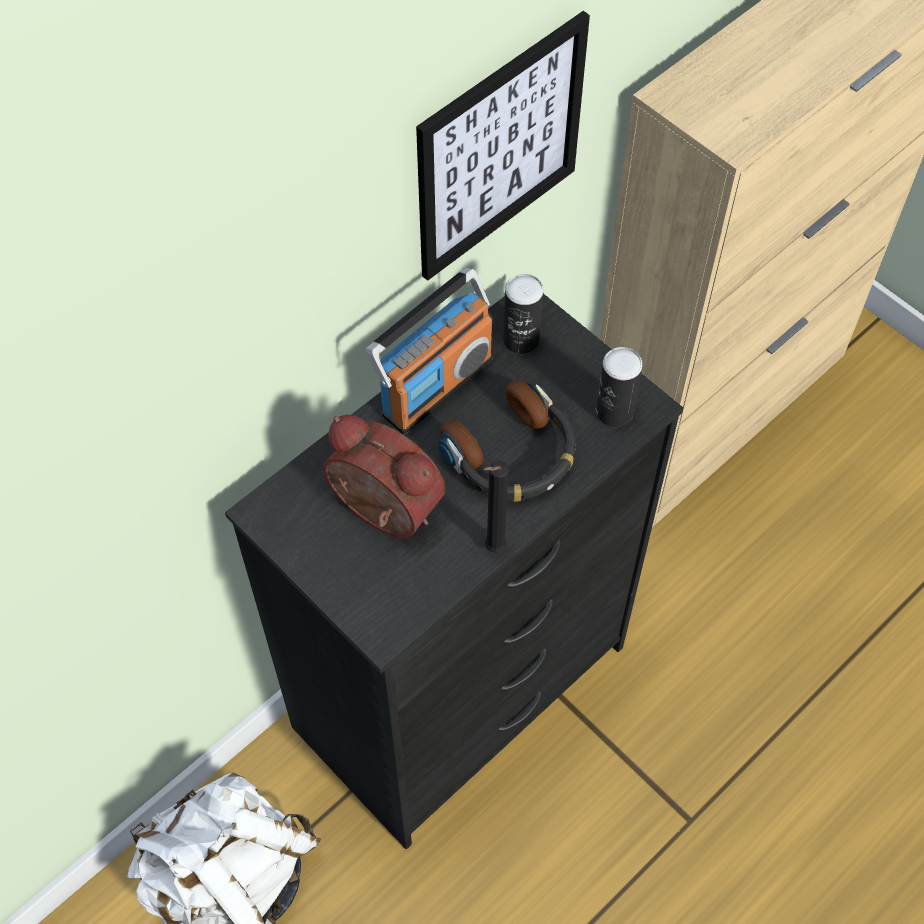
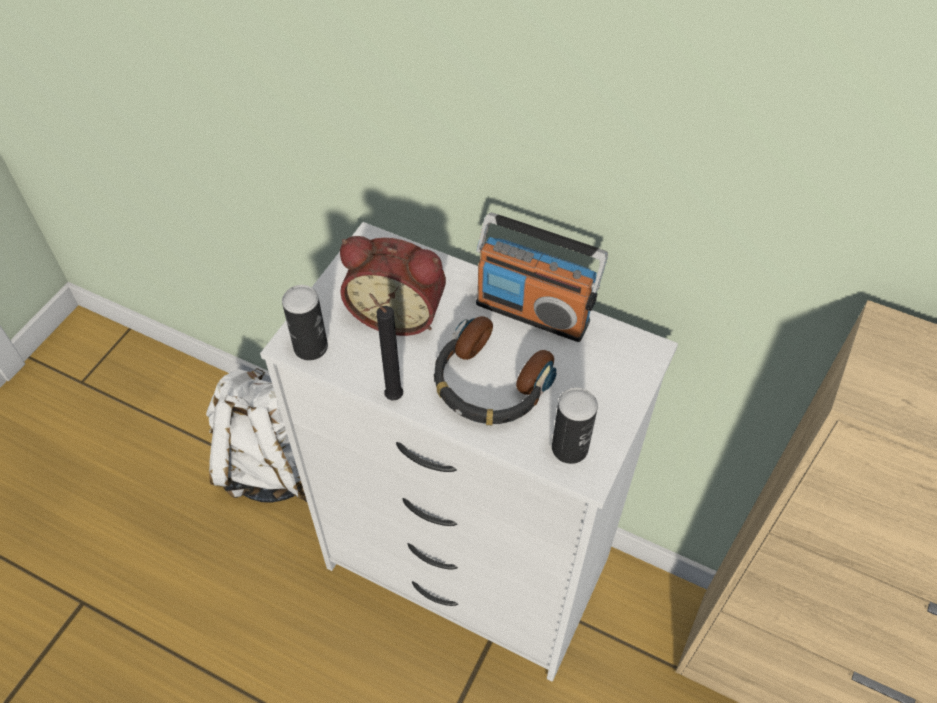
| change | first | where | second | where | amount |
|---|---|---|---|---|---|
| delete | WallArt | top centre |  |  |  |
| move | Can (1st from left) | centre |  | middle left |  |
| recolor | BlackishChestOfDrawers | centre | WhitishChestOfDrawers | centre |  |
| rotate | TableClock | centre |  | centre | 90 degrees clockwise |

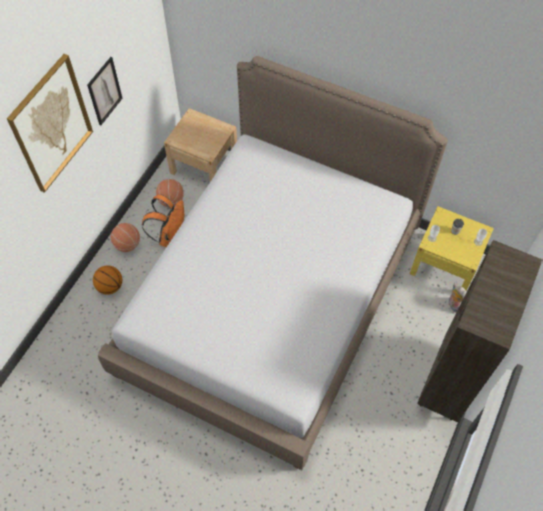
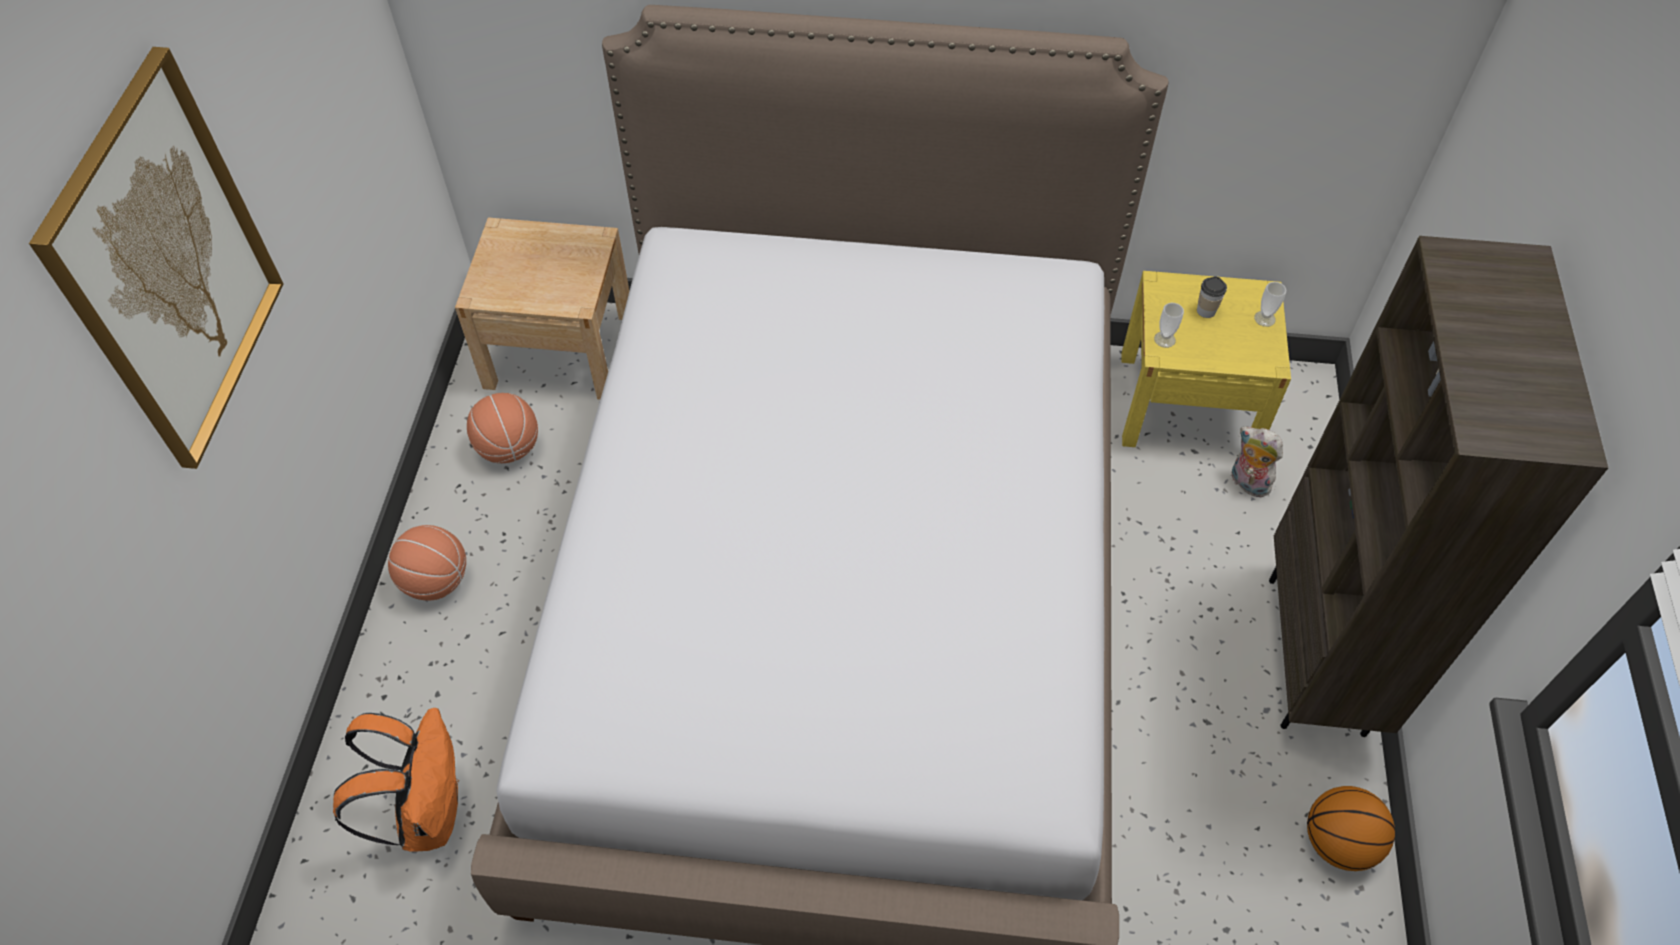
| change | first | where | second | where | amount |
|---|---|---|---|---|---|
| delete | WallArt (2nd from left) | top left |  |  |  |
| move | OrangeColouredRucksack | middle left |  | bottom left |  |
| move | BallForBasketball (1st from left in the first image) | middle left | BallForBasketball (3rd from left) | bottom right |  |

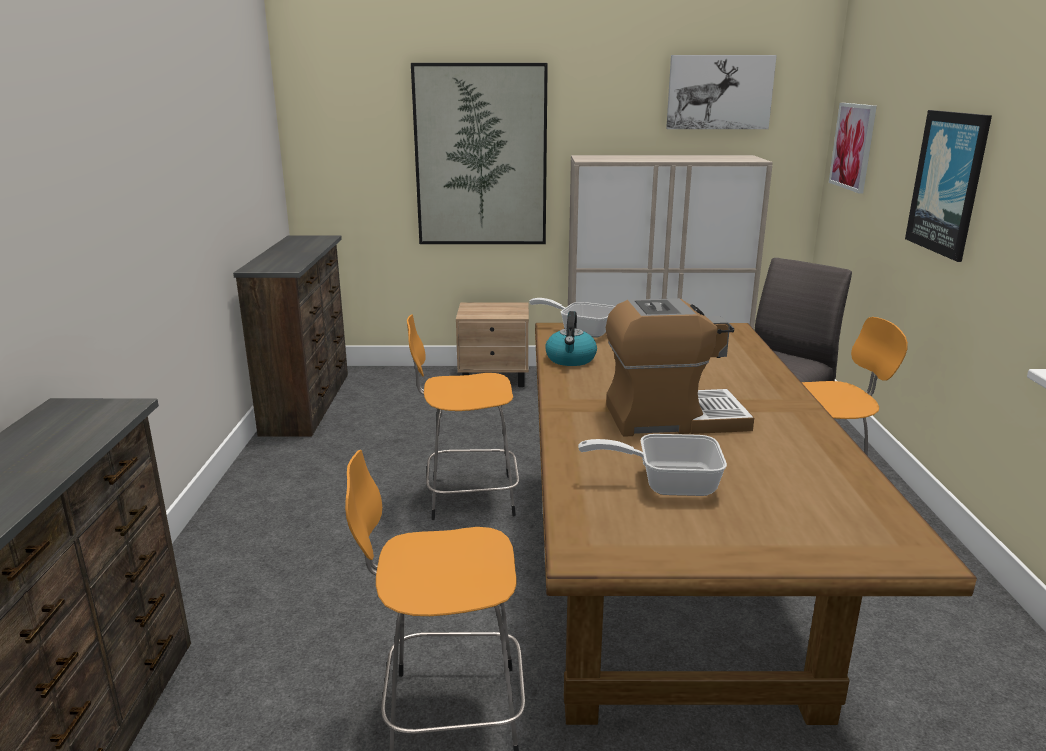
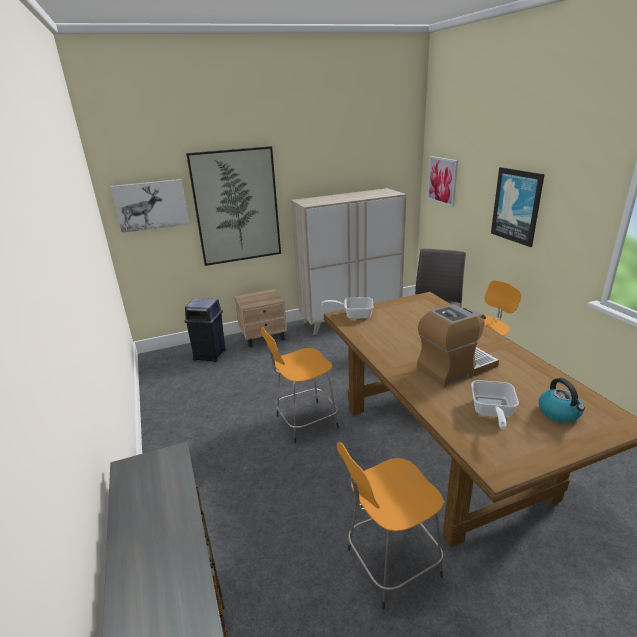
| change | first | where | second | where | amount |
|---|---|---|---|---|---|
| move | WallArt (2nd from left in the first image) | top right | WallArt (1st from left) | top left |  |
| delete | BrownChestOfDrawers (2nd from left) | middle left |  |  |  |
| move | Kettle | centre |  | middle right |  |
| rotate | FryingPan (2nd from left) | centre |  | middle right | 60 degrees counterclockwise |
| insert |  |  | BlueColouredWasteBin | middle left |  |

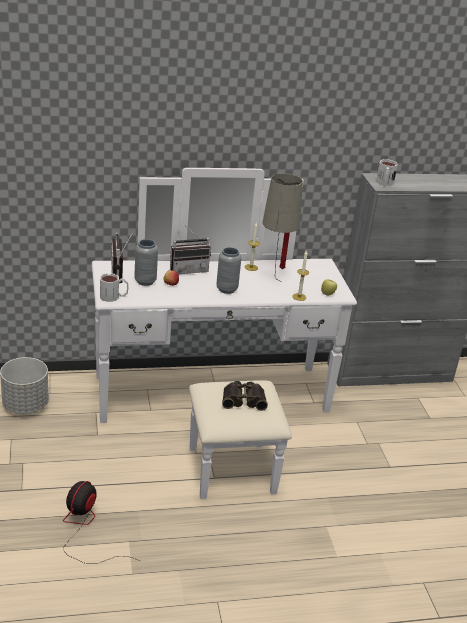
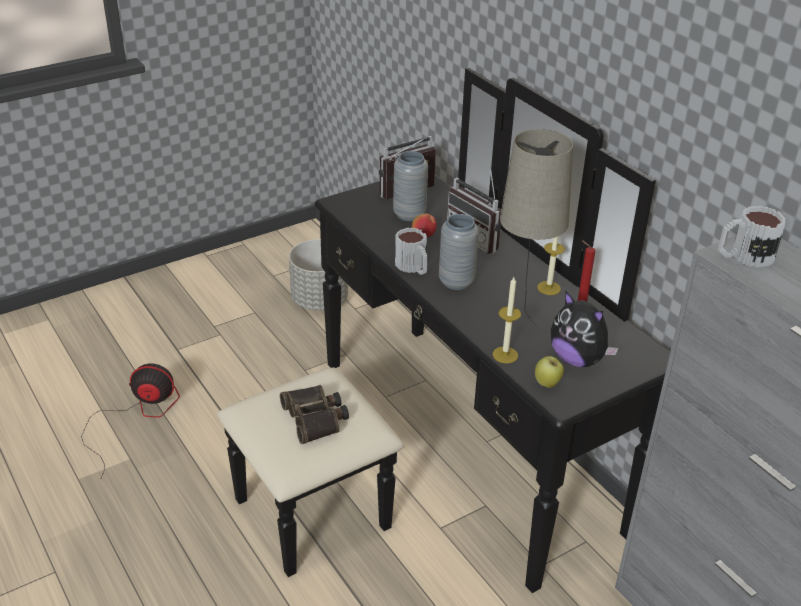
| change | first | where | second | where | amount |
|---|---|---|---|---|---|
| recolor | WhitishChestOfDrawers | centre | BlackishChestOfDrawers | centre |  |
| move | CoffeeMug (1st from left) | middle left |  | centre |  |
| insert |  |  | CuddlyToy | middle right |  |

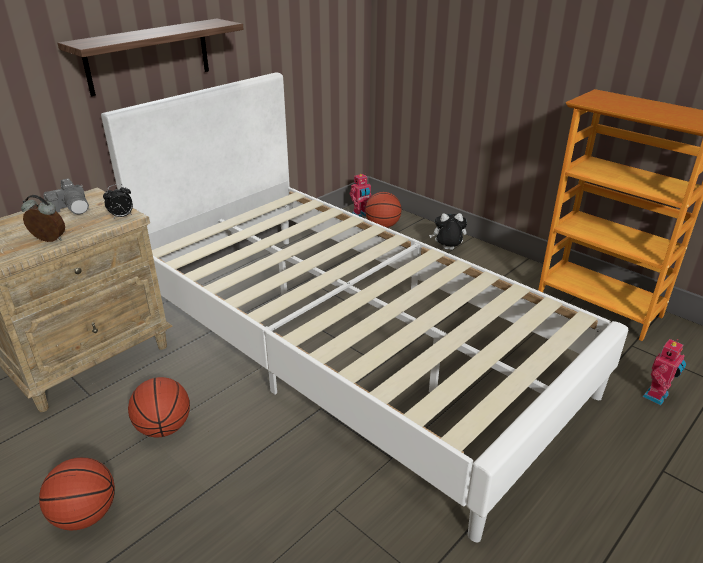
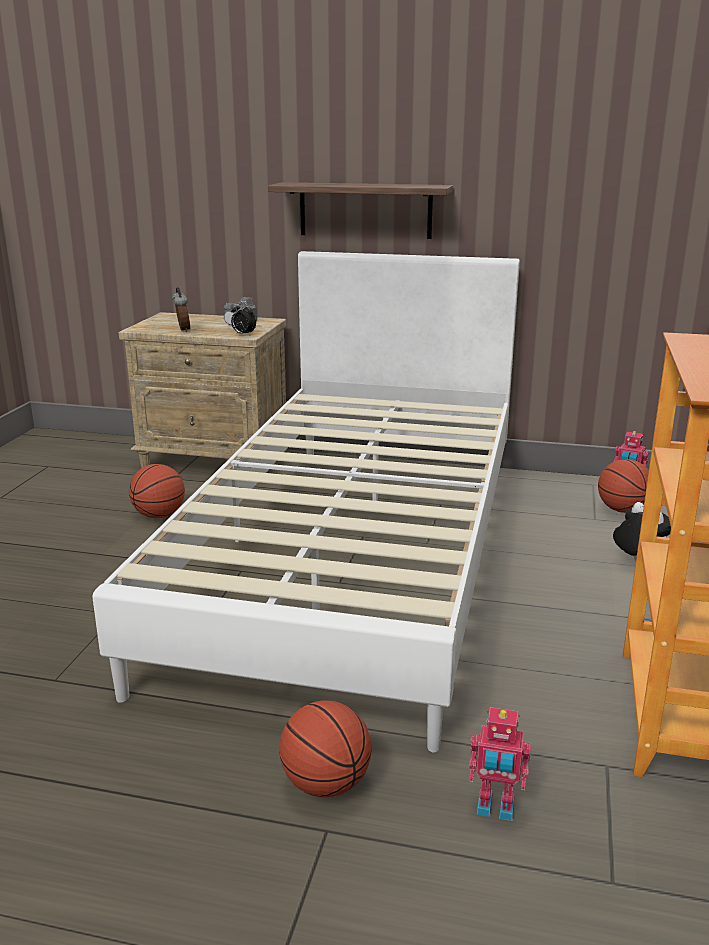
| change | first | where | second | where | amount |
|---|---|---|---|---|---|
| move | BallForBasketball (1st from left in the first image) | bottom left | BallForBasketball (2nd from left) | bottom centre |  |

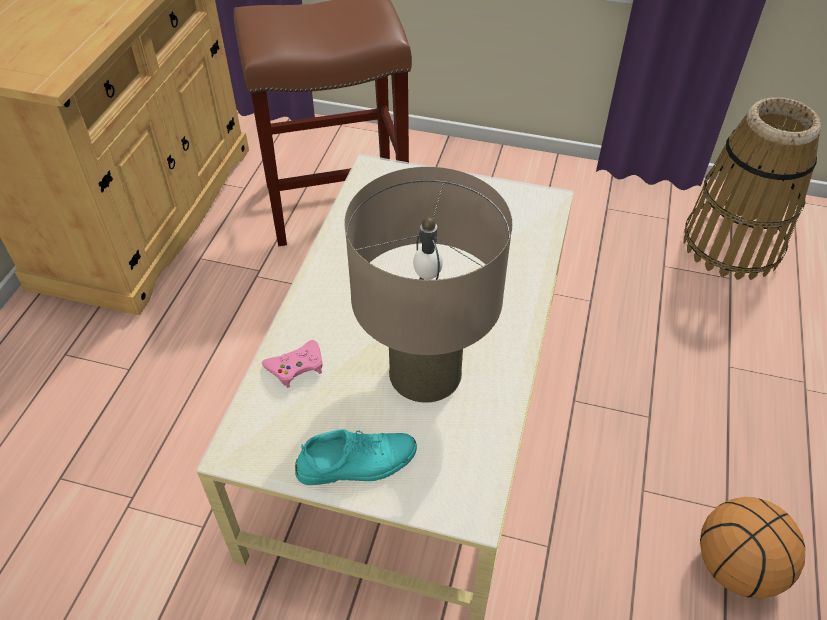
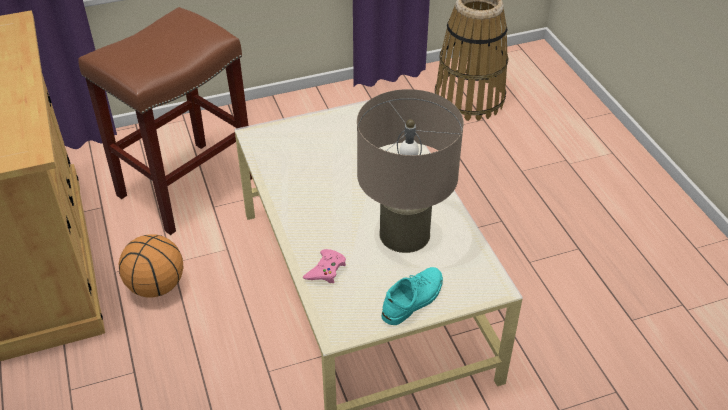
| change | first | where | second | where | amount |
|---|---|---|---|---|---|
| move | BallForBasketball | bottom right |  | middle left |  |

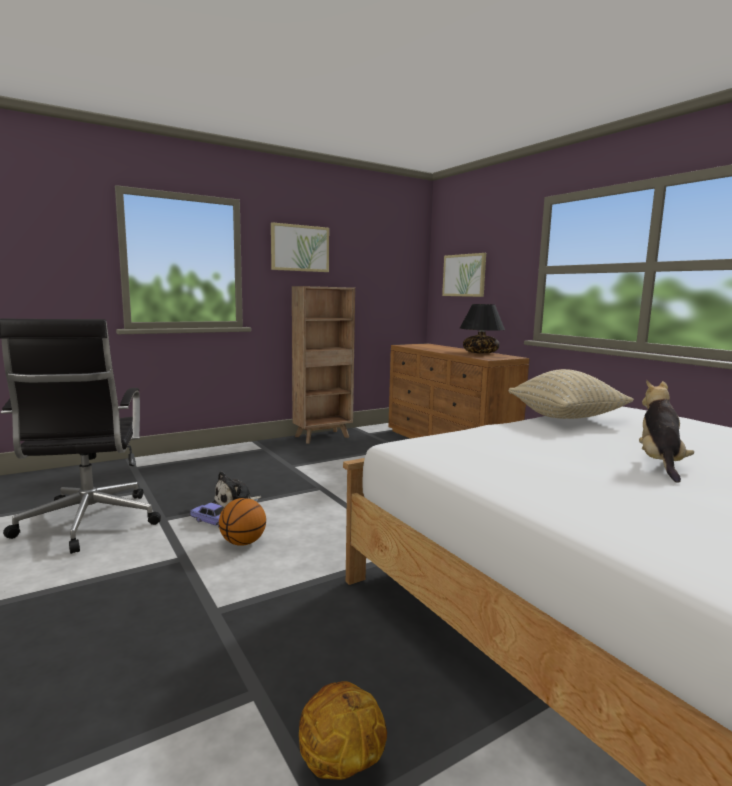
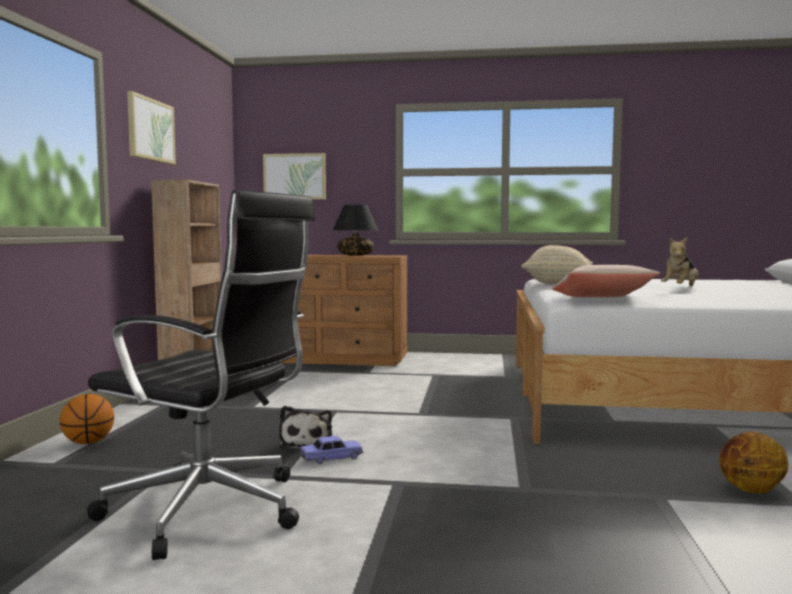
| change | first | where | second | where | amount |
|---|---|---|---|---|---|
| rotate | CuddlyToy (2nd from left) | middle right |  | middle right | 105 degrees counterclockwise |
| move | BallForBasketball (1st from left) | middle left |  | bottom left |  |
| insert |  |  | SandColouredThrowPillow (2nd from left) | middle right |  |

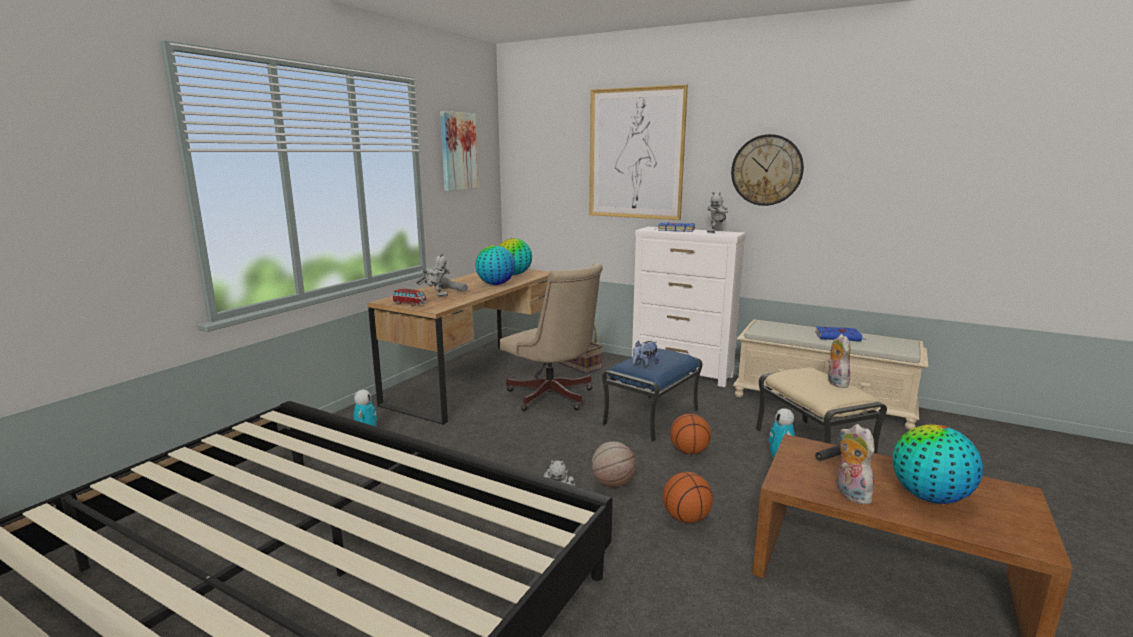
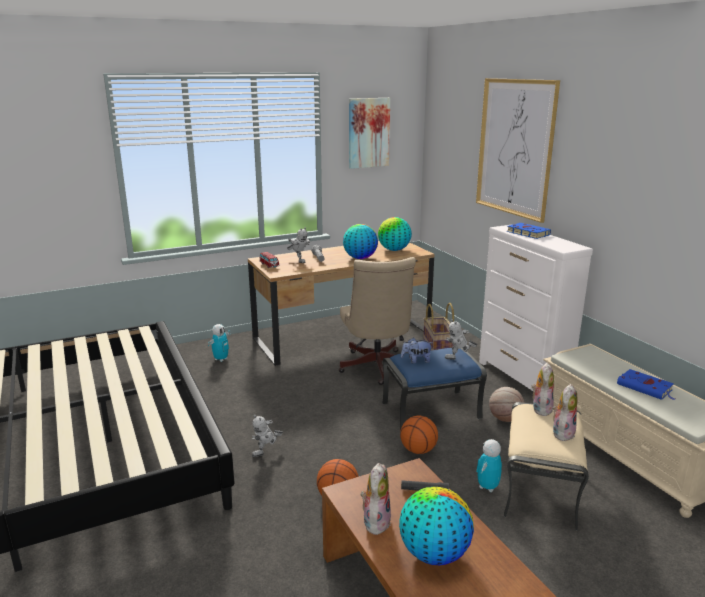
| change | first | where | second | where | amount |
|---|---|---|---|---|---|
| delete | ClockOnTheWall | top right |  |  |  |
| move | ToyRobot (4th from left) | top centre |  | centre |  |
| move | BallForBasketball (1st from left in the first image) | bottom centre | BallForBasketball (3rd from left) | bottom right |  |
| insert |  |  | CuddlyToy (3rd from left) | middle right |  |

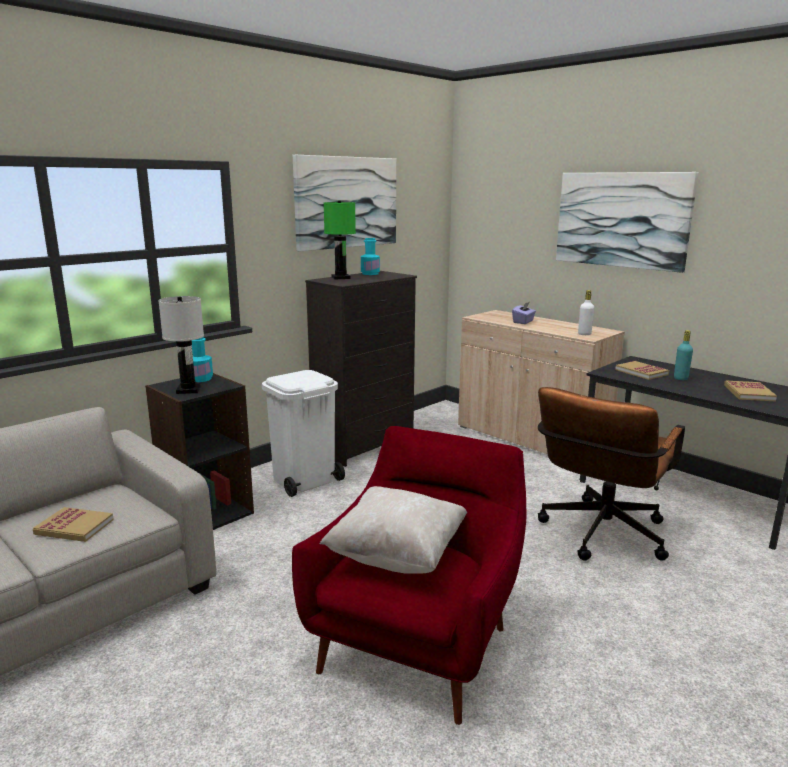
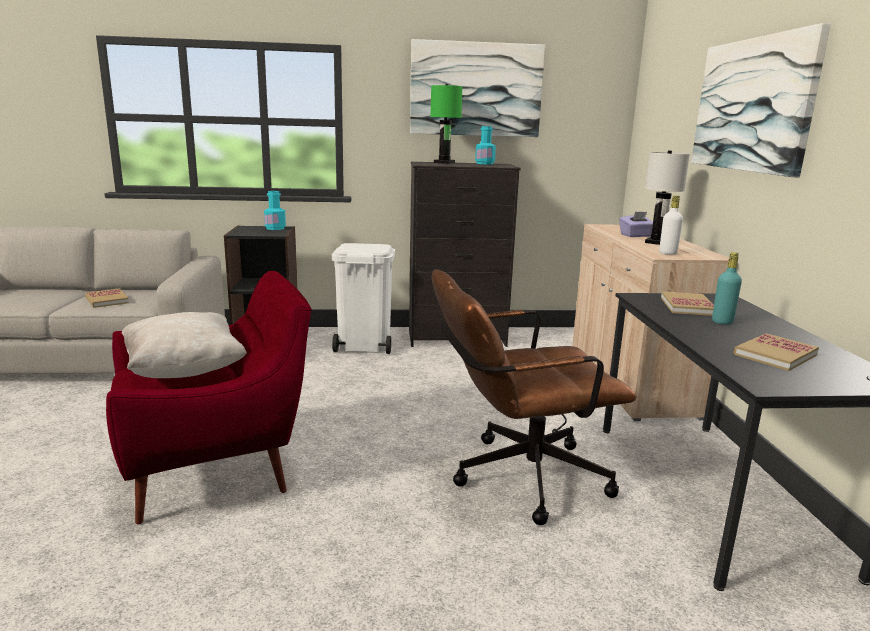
| change | first | where | second | where | amount |
|---|---|---|---|---|---|
| move | WhitishTabletopLamp | middle left |  | top right |  |

